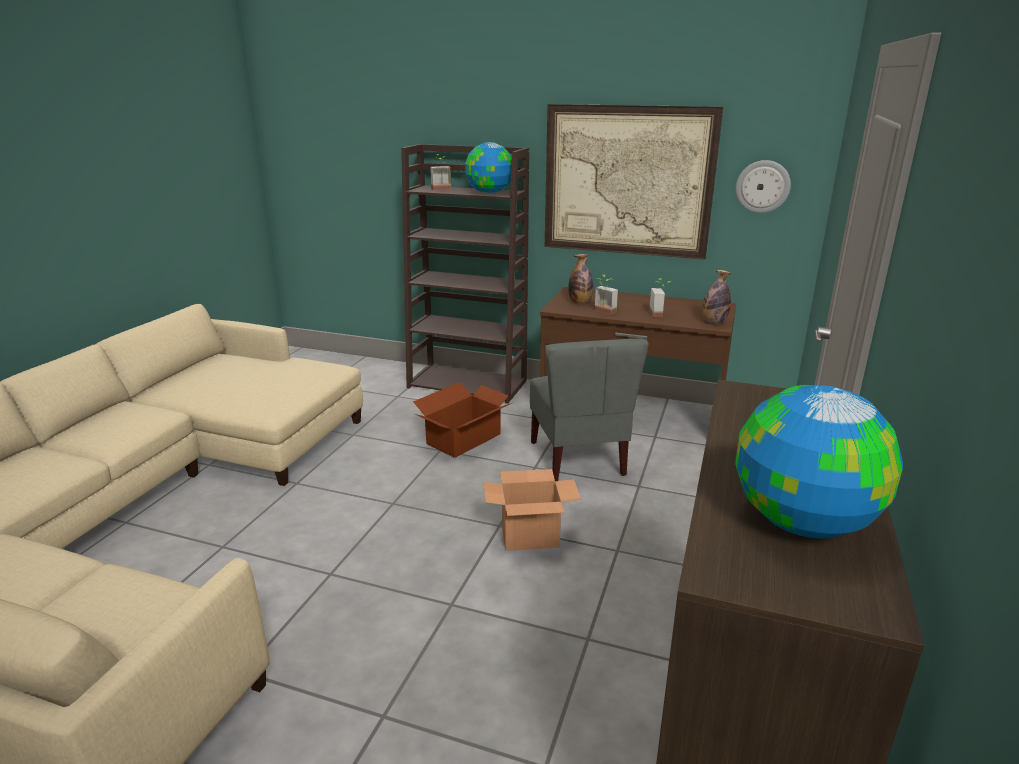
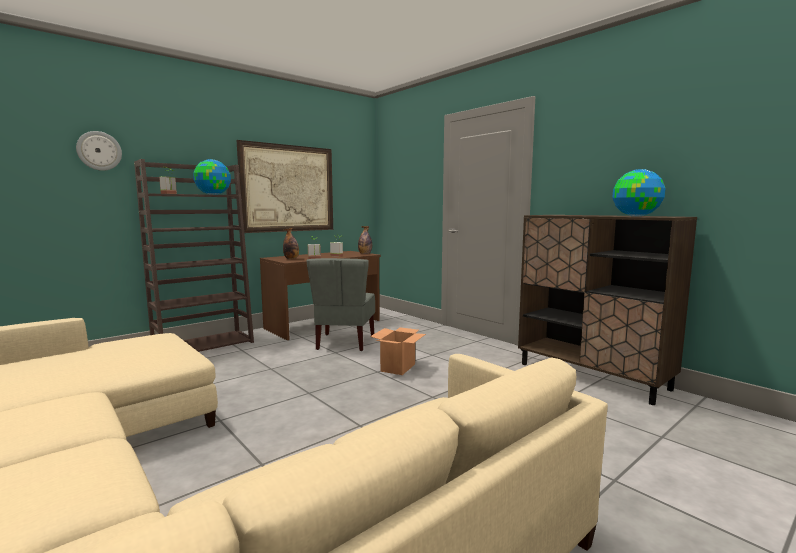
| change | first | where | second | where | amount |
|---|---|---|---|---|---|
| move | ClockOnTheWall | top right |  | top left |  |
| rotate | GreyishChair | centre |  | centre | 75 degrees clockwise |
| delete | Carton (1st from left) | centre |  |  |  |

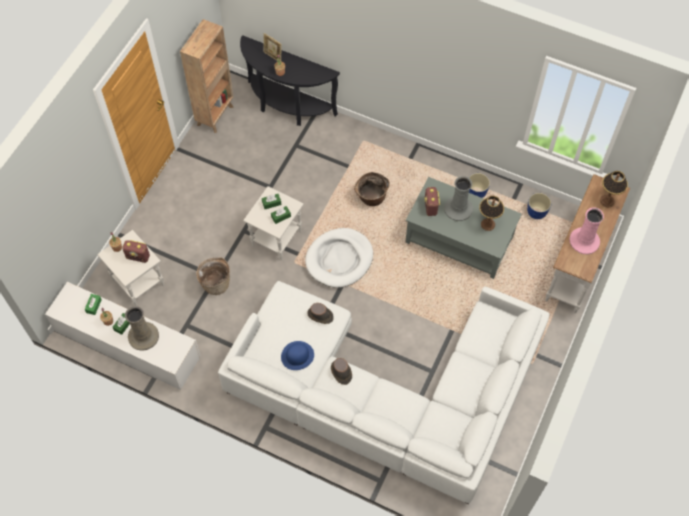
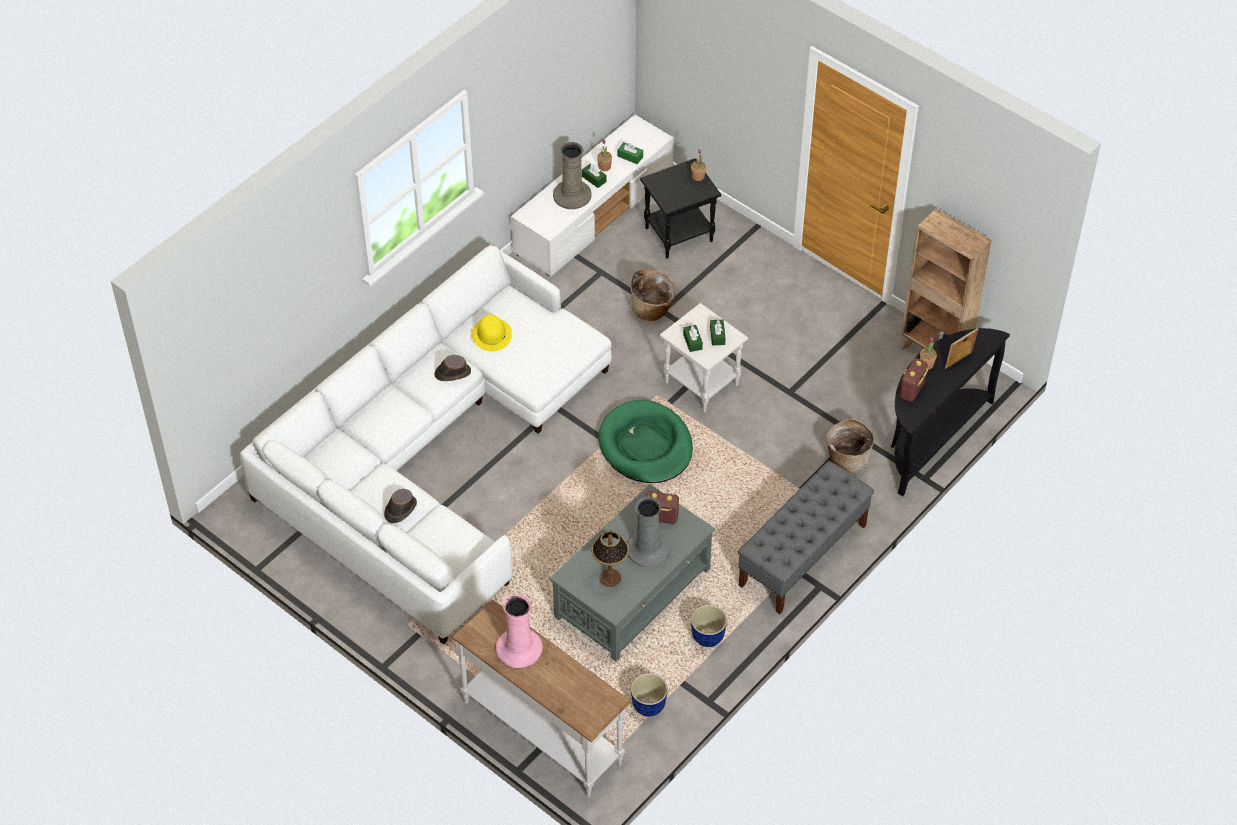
| change | first | where | second | where | amount |
|---|---|---|---|---|---|
| delete | TabletopLamp (2nd from left) | middle right |  |  |  |
| move | StorageBasket (2nd from left) | centre |  | middle right |  |
| recolor | WhitishDogCushion | centre | GreenColouredDogCushion | centre |  |
| recolor | WhitishSideTable (1st from left) | middle left | BlackishSideTable | top centre |  |
| move | RadioReceiver (1st from left in the first image) | middle left | RadioReceiver (2nd from left) | middle right |  |
| move | BrownClothingHat (1st from left) | centre |  | middle left |  |
| recolor | BlueColouredClothingHat | bottom centre | YellowClothingHat | centre |  |
| insert |  |  | GreyishIndoorBench | centre |  |

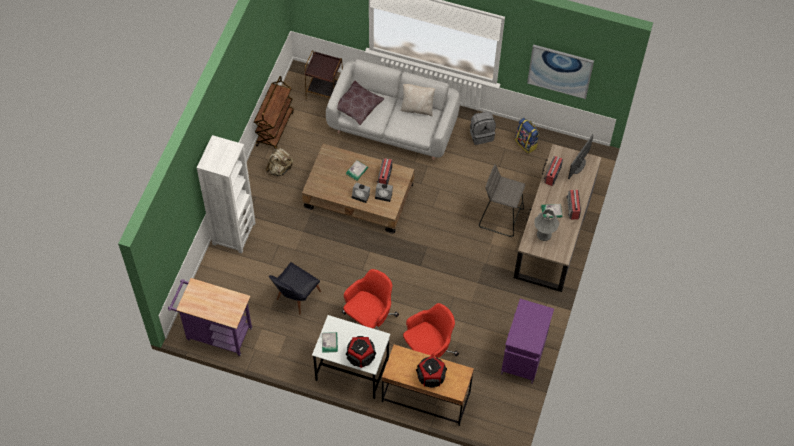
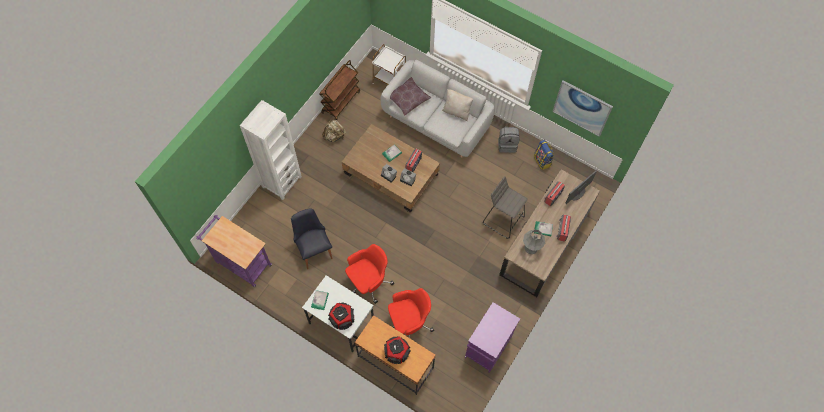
| change | first | where | second | where | amount |
|---|---|---|---|---|---|
| recolor | BrownSideTable | top centre | WhitishSideTable | top centre |  |
| rotate | BlackishChair | centre |  | centre | 105 degrees clockwise |

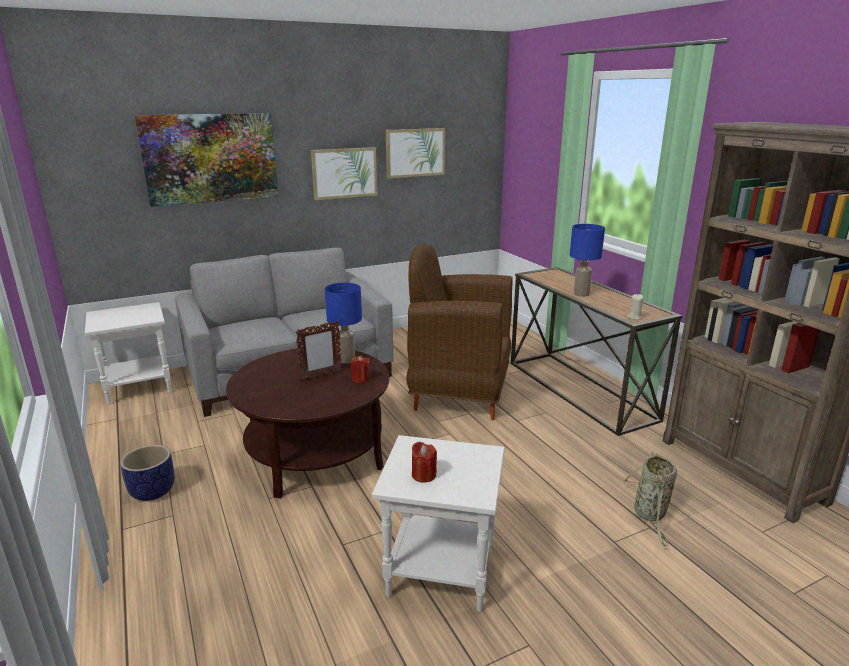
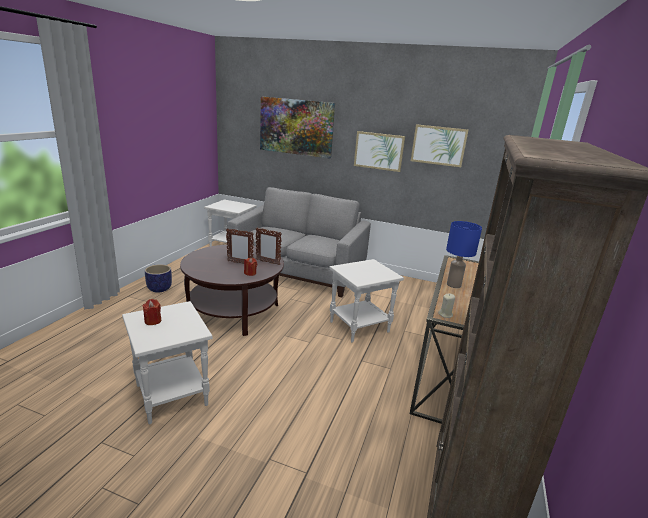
| change | first | where | second | where | amount |
|---|---|---|---|---|---|
| replace | BrownArmchair | centre | WhitishSideTable (3rd from left) | centre |  |
| replace | BlueColouredTabletopLamp (1st from left) | centre | StandingFrame (2nd from left) | centre |  |
| delete | StorageBasket | bottom right |  |  |  |

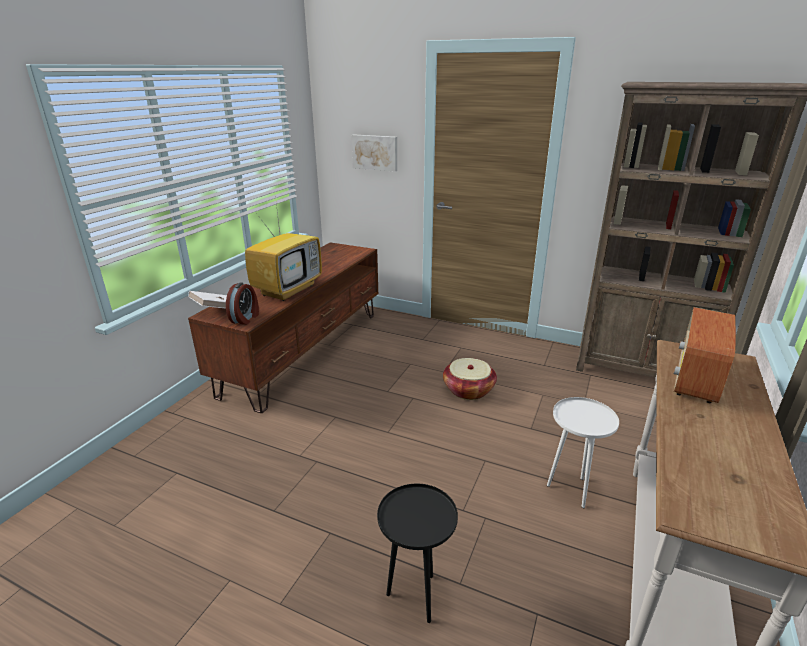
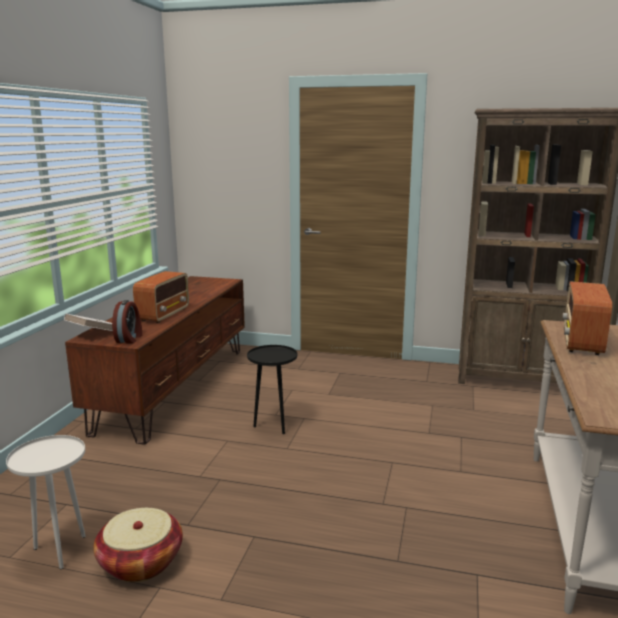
| change | first | where | second | where | amount |
|---|---|---|---|---|---|
| delete | WallArt | top centre |  |  |  |
| replace | Television | centre | RadioReceiver (1st from left) | middle left |  |
| move | StorageBasket | centre |  | bottom left |  |
| move | WhitishSideTable | bottom right |  | bottom left |  |
| move | BlackishSideTable | bottom centre |  | centre |  |

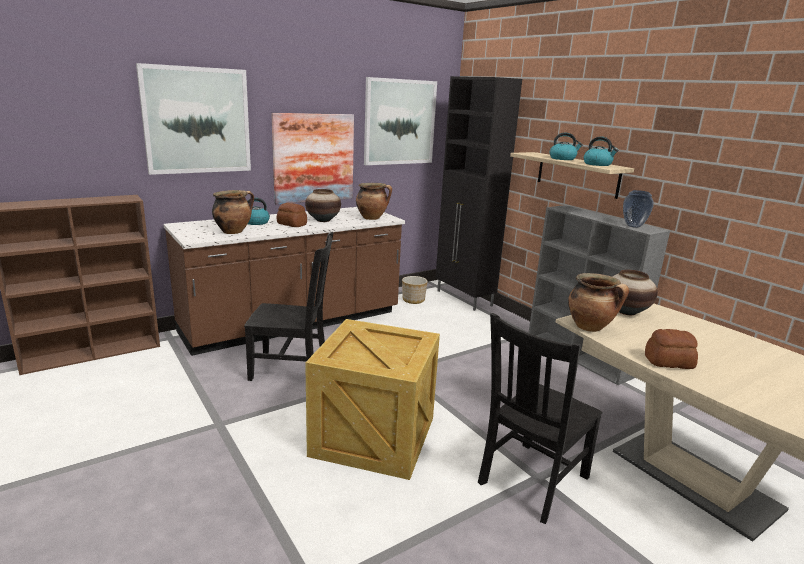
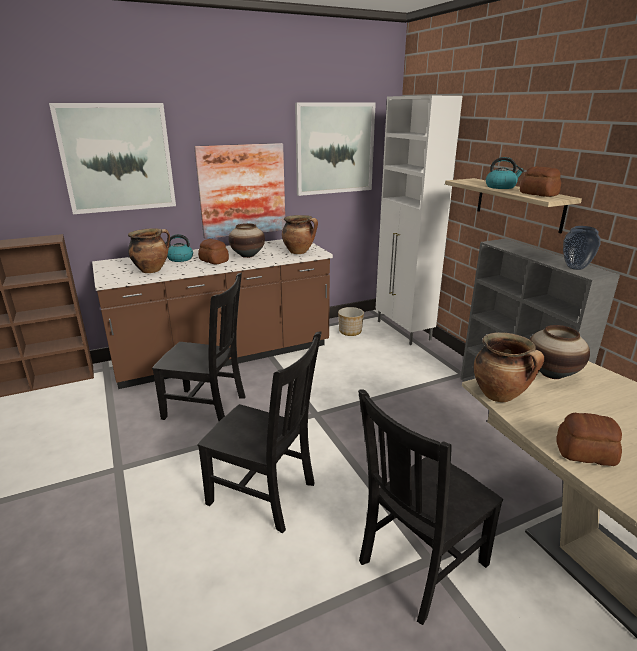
| change | first | where | second | where | amount |
|---|---|---|---|---|---|
| recolor | BlackishCabinet | centre | WhitishCabinet | centre |  |
| replace | Kettle (3rd from left) | top right | BakedBread (2nd from left) | top right |  |
| replace | ShippingCrate | bottom centre | BlackishChair (2nd from left) | centre |  |

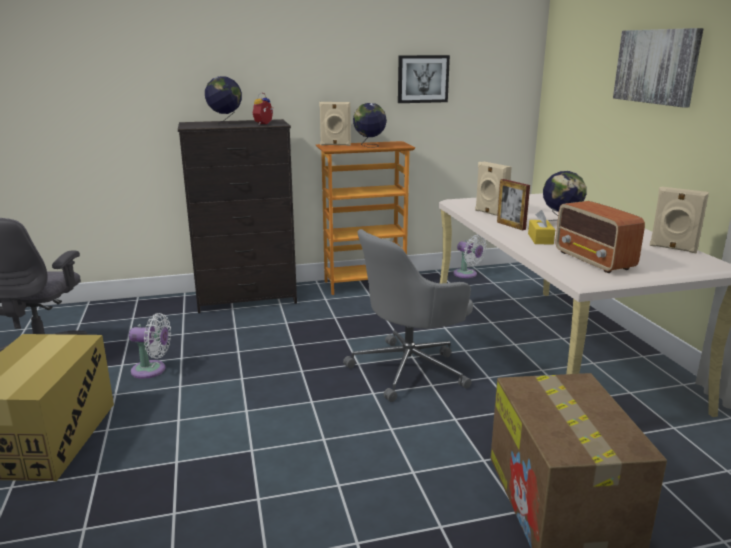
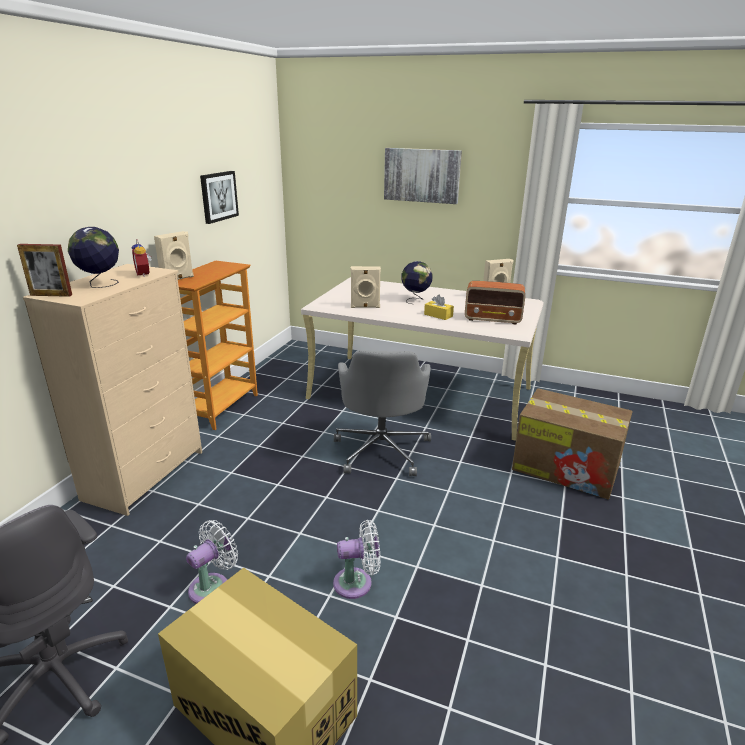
| change | first | where | second | where | amount |
|---|---|---|---|---|---|
| delete | Globe (2nd from left) | top centre |  |  |  |
| recolor | BlackishChestOfDrawers | middle left | SandColouredChestOfDrawers | middle left |  |
| move | StandingFrame | middle right |  | middle left |  |
| move | WhitishCoolingFan (2nd from left) | centre |  | bottom centre |  |

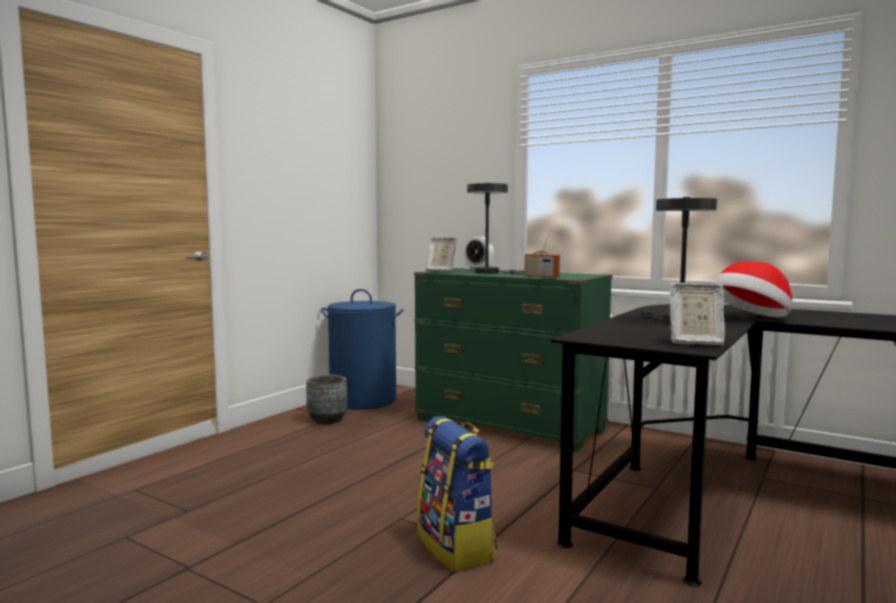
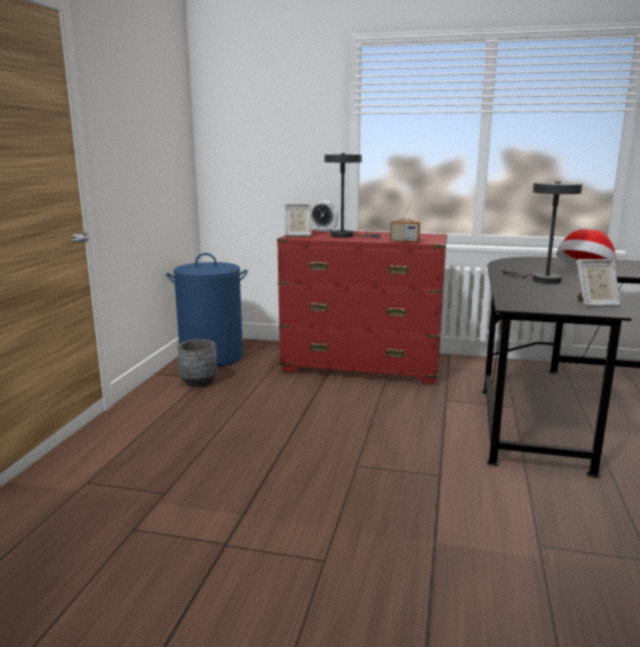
| change | first | where | second | where | amount |
|---|---|---|---|---|---|
| recolor | GreenColouredChestOfDrawers | centre | RedColouredChestOfDrawers | centre |  |
| delete | Rucksack | bottom centre |  |  |  |

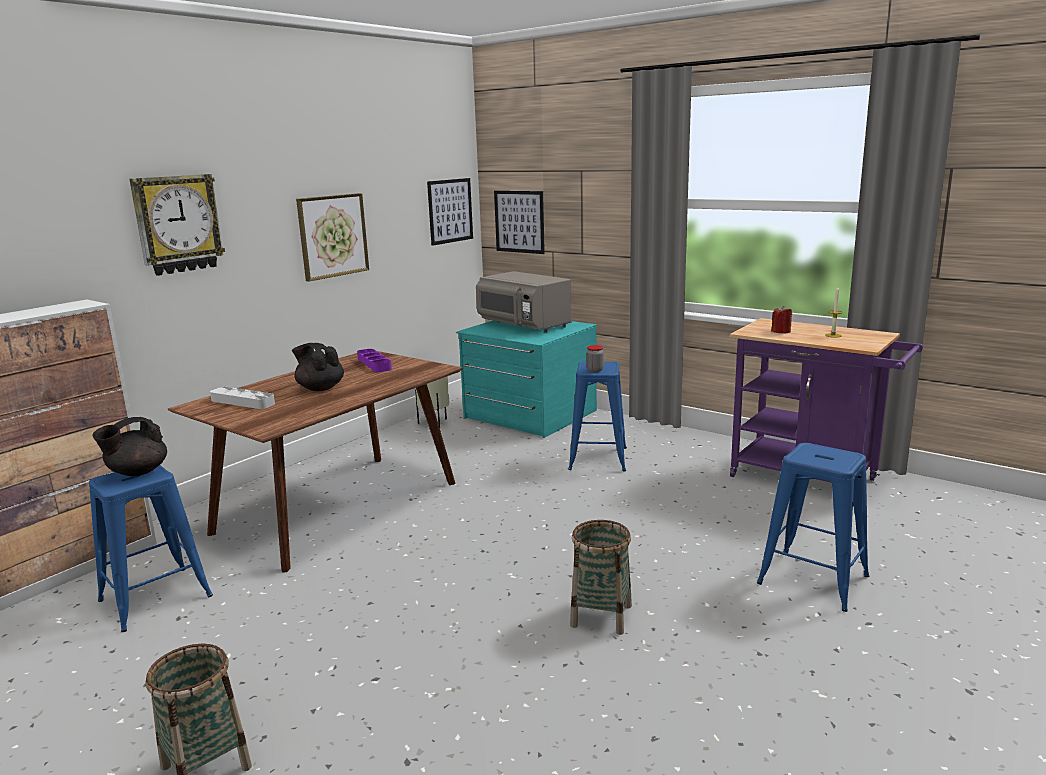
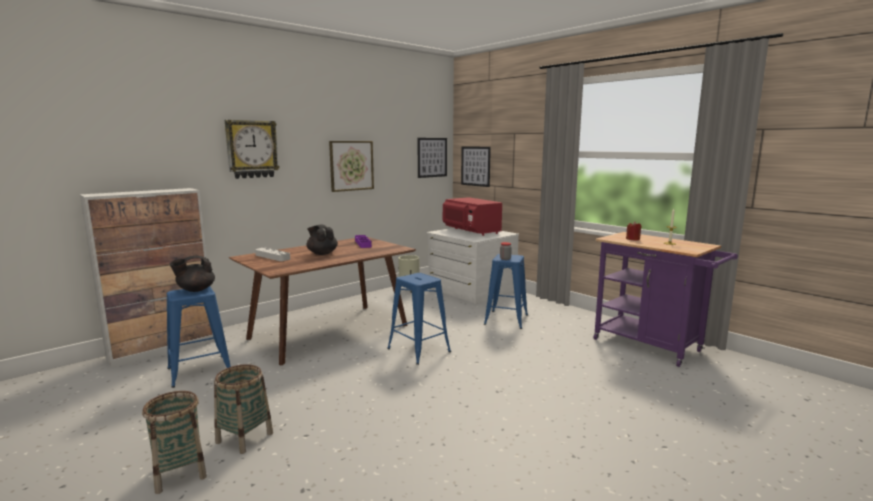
| change | first | where | second | where | amount |
|---|---|---|---|---|---|
| recolor | GreyishMicrowaveOven | centre | RedColouredMicrowaveOven | centre |  |
| recolor | TurquoiseChestOfDrawers | centre | WhitishChestOfDrawers | centre |  |
| move | BlueColouredStoolSeat (3rd from left in the first image) | bottom right | BlueColouredStoolSeat (2nd from left) | centre |  |
| move | StorageBasket (2nd from left) | bottom centre |  | bottom left |  |

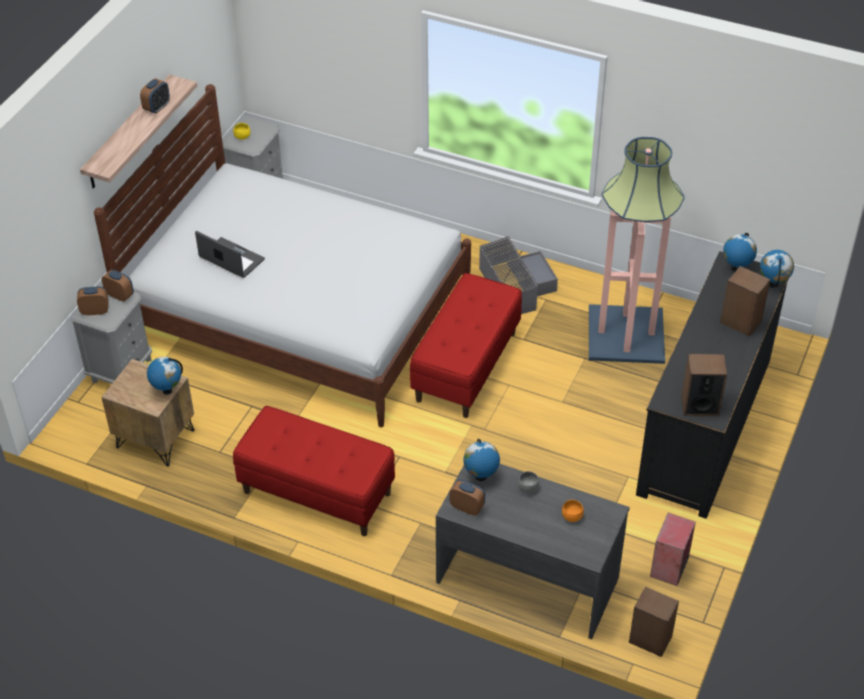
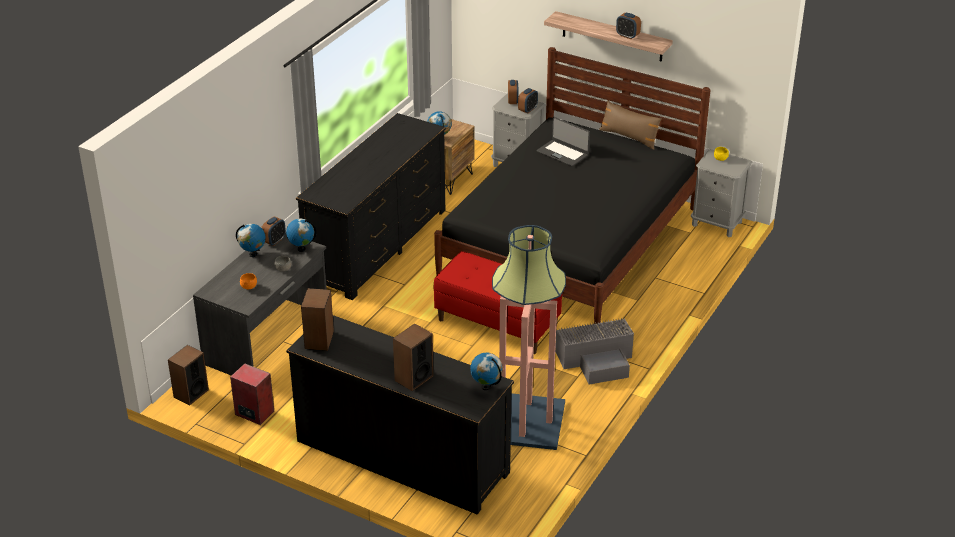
| change | first | where | second | where | amount |
|---|---|---|---|---|---|
| recolor | WhitishSleepingBed | middle left | BlackishSleepingBed | centre |  |
| rotate | PortableComputer | middle left |  | top centre | 90 degrees clockwise |
| move | Globe (4th from left in the first image) | middle right | Globe (1st from left) | middle left |  |
| replace | RedColouredIndoorBench (1st from left) | bottom centre | BlackishChestOfDrawers (1st from left) | centre |  |
| insert |  |  | BrownThrowPillow | top centre |  |

